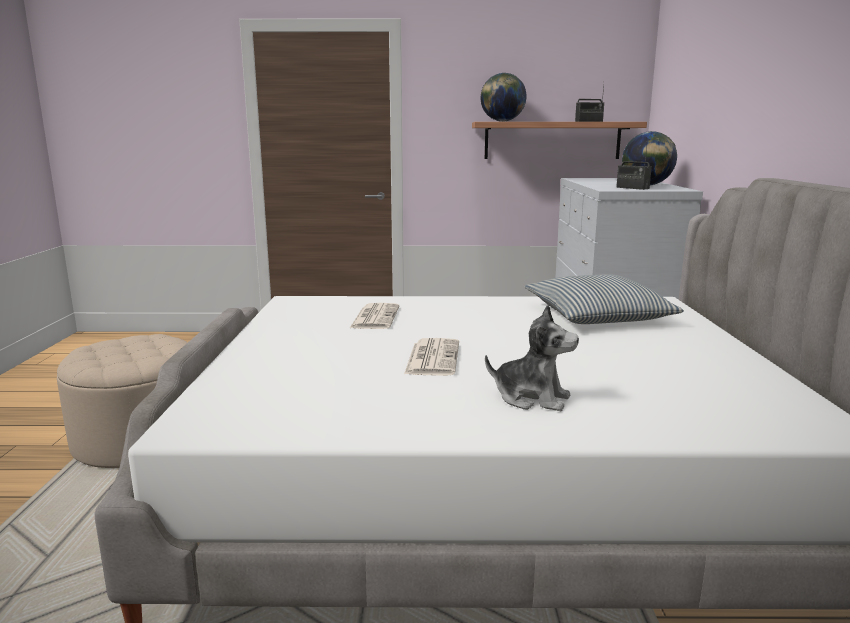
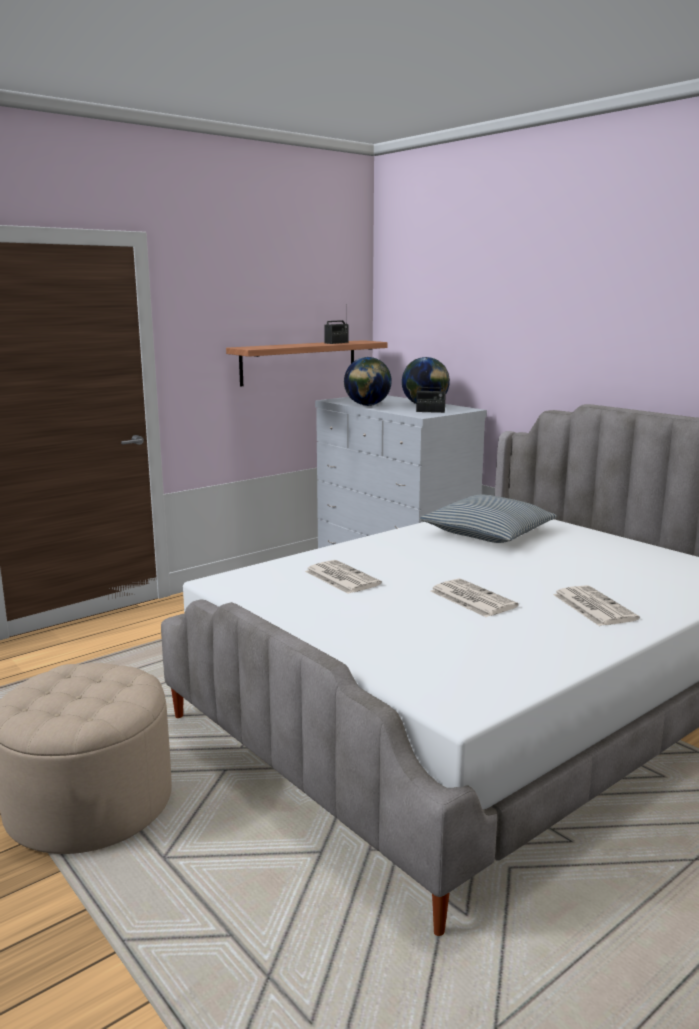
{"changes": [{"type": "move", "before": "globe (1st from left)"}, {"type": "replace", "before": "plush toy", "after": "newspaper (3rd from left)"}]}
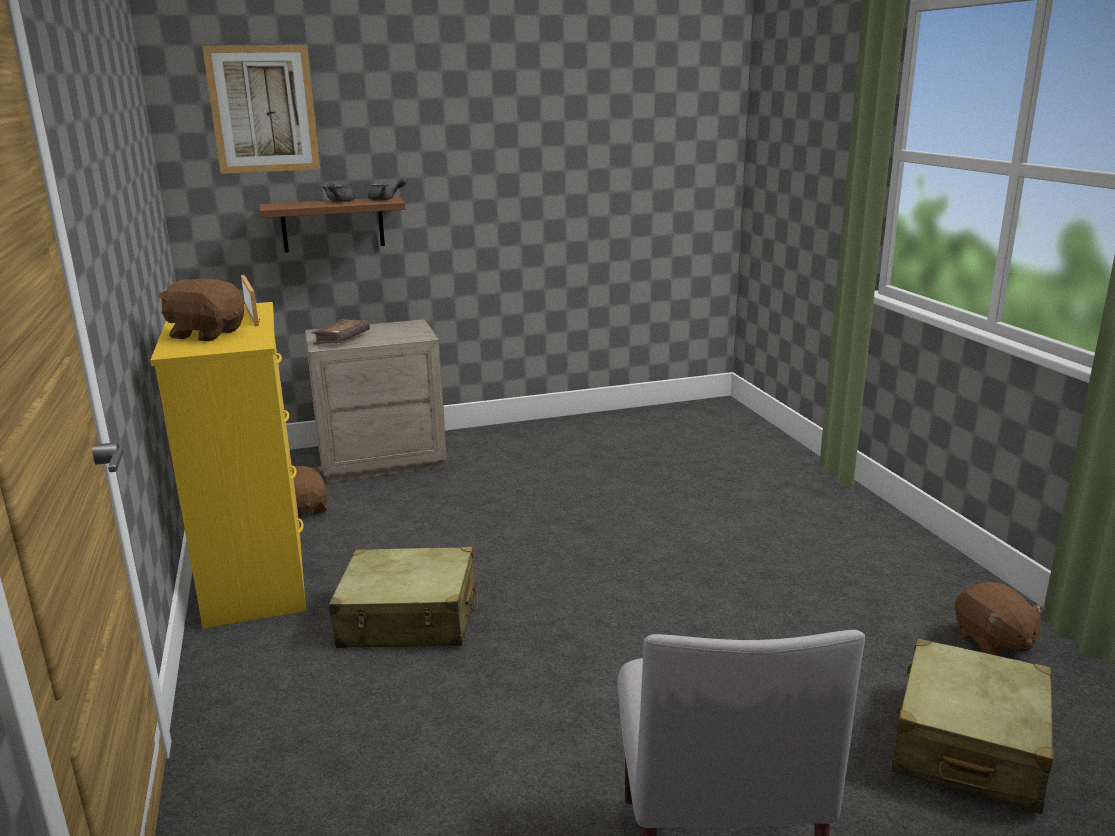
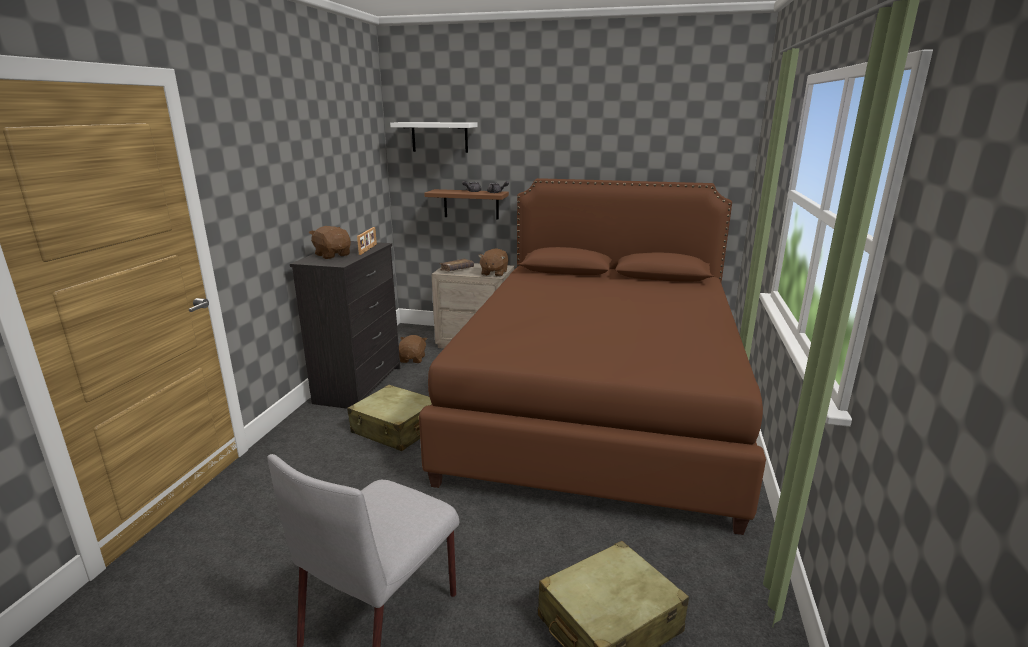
{"changes": [{"type": "insert", "after": "brown bed"}, {"type": "move", "before": "brown plush toy (3rd from left)"}, {"type": "replace", "before": "picture", "after": "white shelf"}, {"type": "recolor", "before": "yellow dresser", "after": "black dresser"}]}
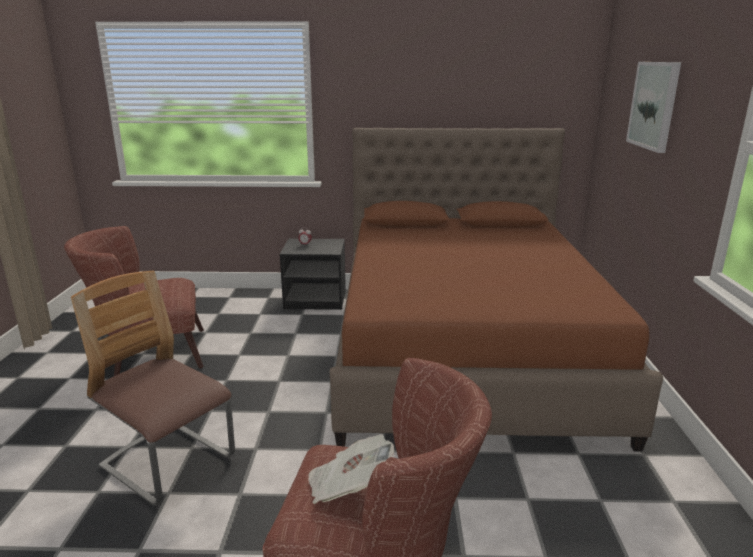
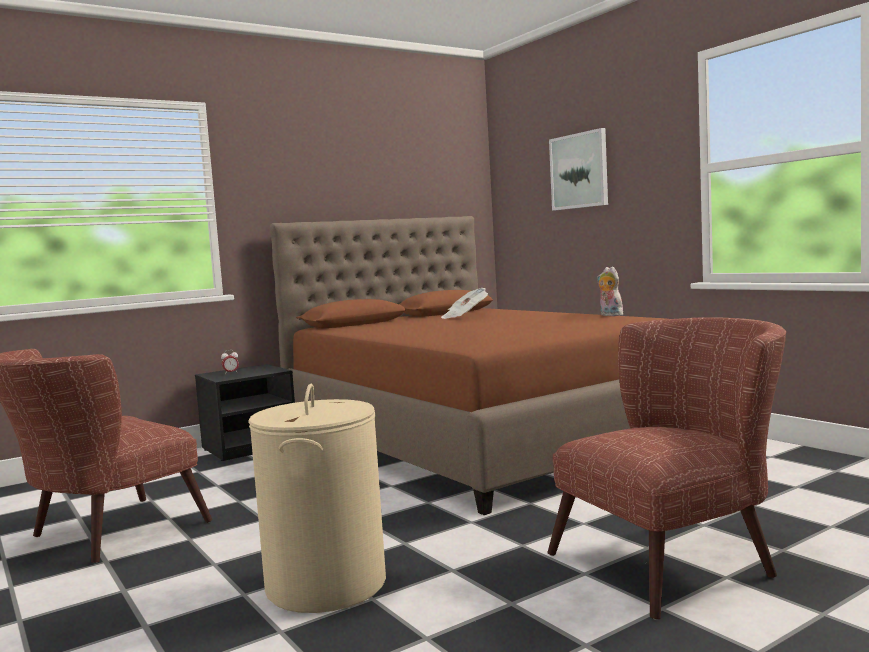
{"changes": [{"type": "insert", "after": "plush toy"}, {"type": "move", "before": "newspaper"}, {"type": "replace", "before": "chair", "after": "beige laundry basket"}]}
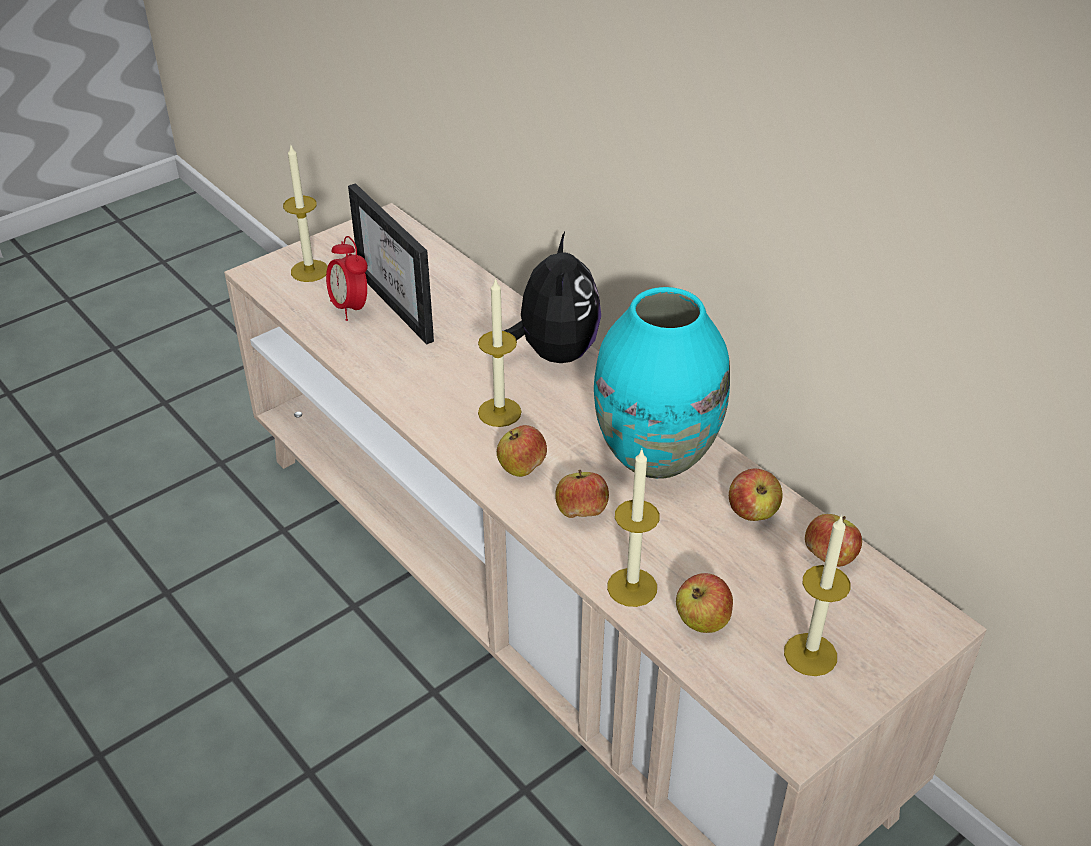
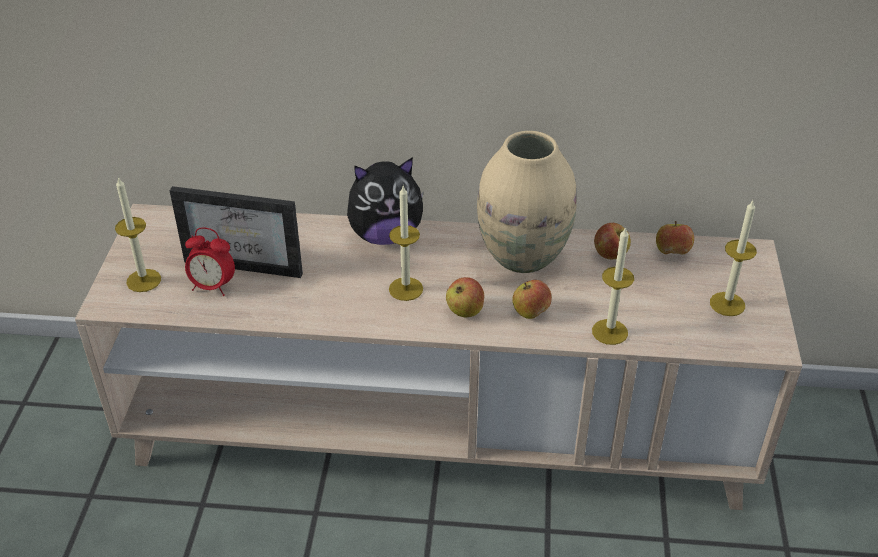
{"changes": [{"type": "delete", "before": "apple (3rd from left)"}, {"type": "recolor", "before": "turquoise vase", "after": "beige vase"}, {"type": "rotate", "before": "plush toy", "turn": 120}]}
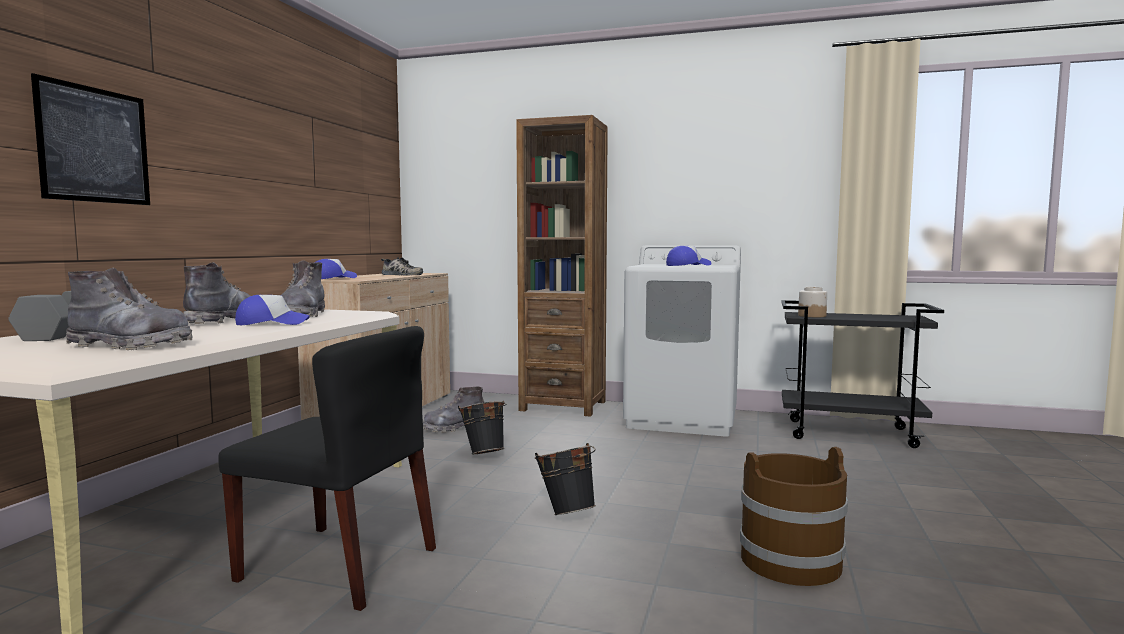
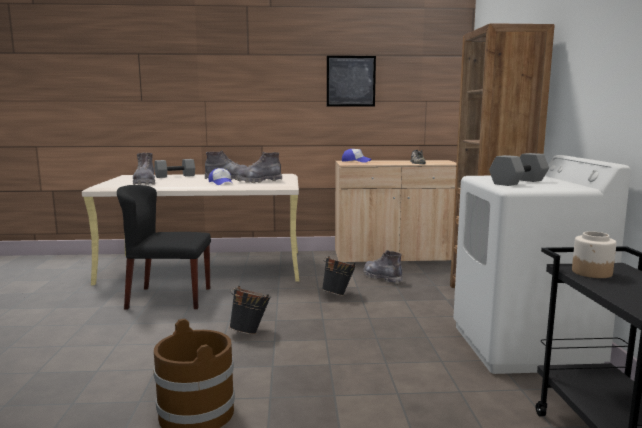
{"changes": [{"type": "move", "before": "picture"}, {"type": "replace", "before": "cap (3rd from left)", "after": "grey dumbbell (2nd from left)"}, {"type": "rotate", "before": "black chair", "turn": 90}]}
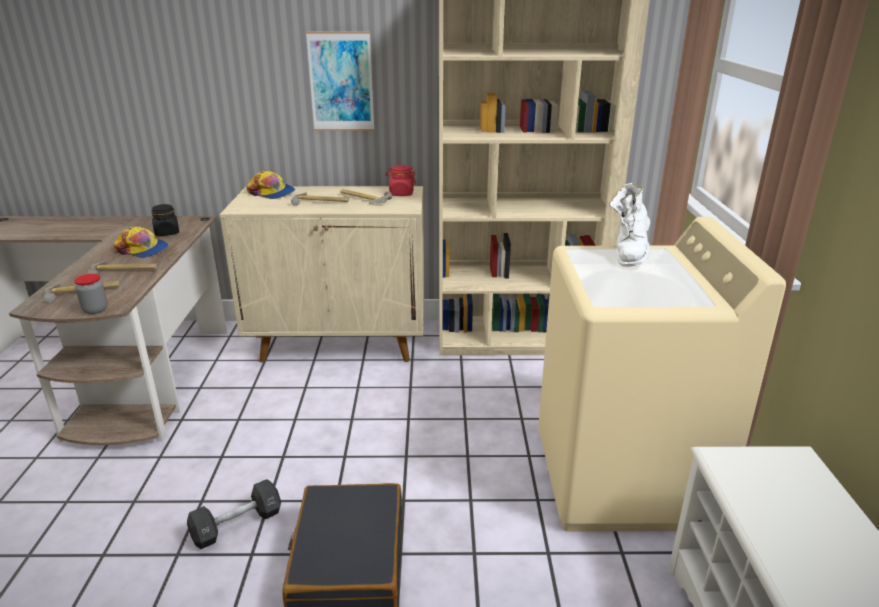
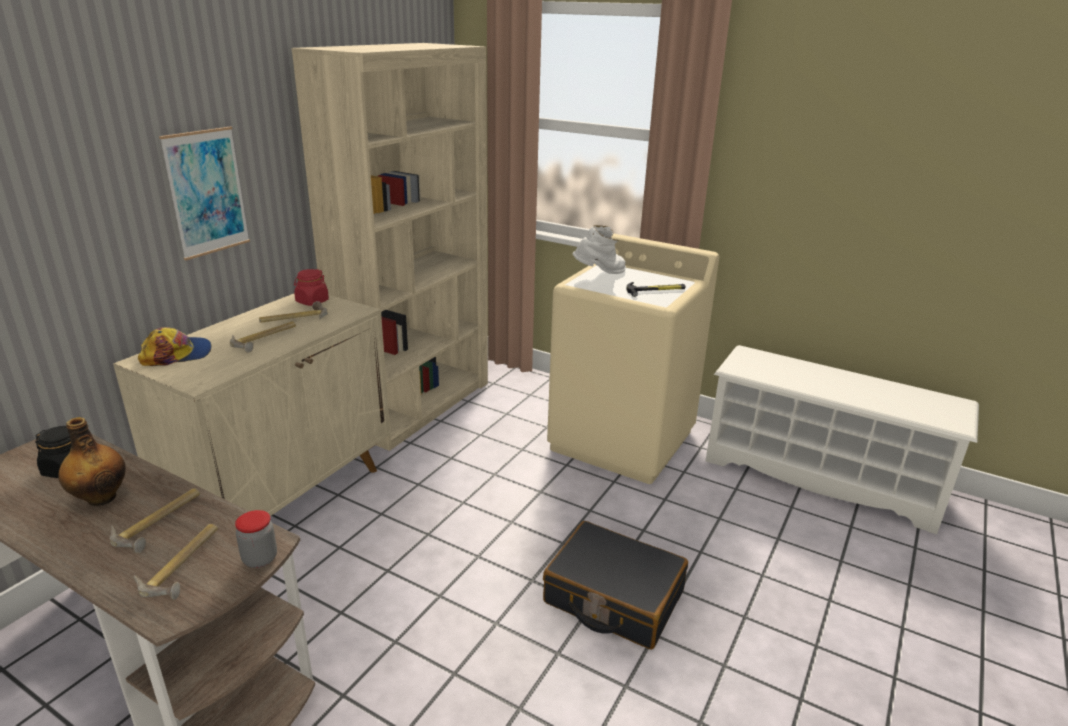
{"changes": [{"type": "delete", "before": "black dumbbell"}, {"type": "insert", "after": "hammer (5th from left)"}, {"type": "replace", "before": "cap (1st from left)", "after": "bottle"}, {"type": "rotate", "before": "white boot", "turn": -75}]}
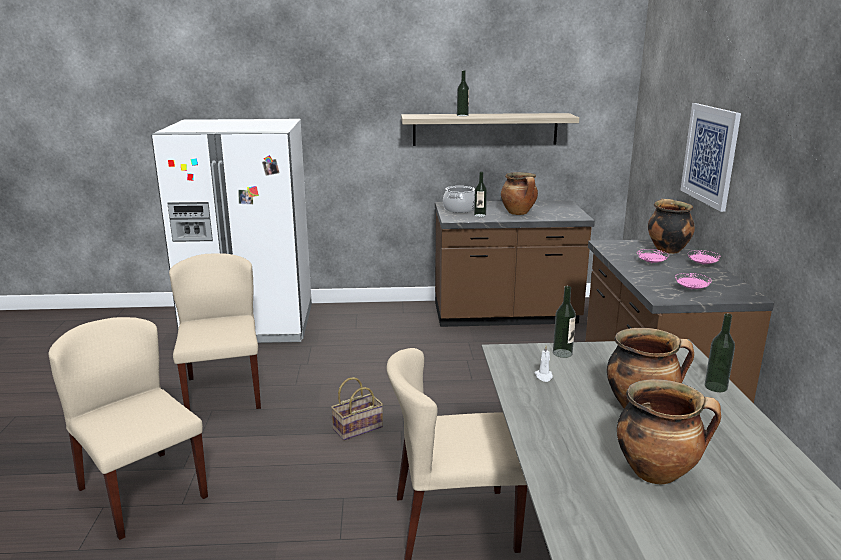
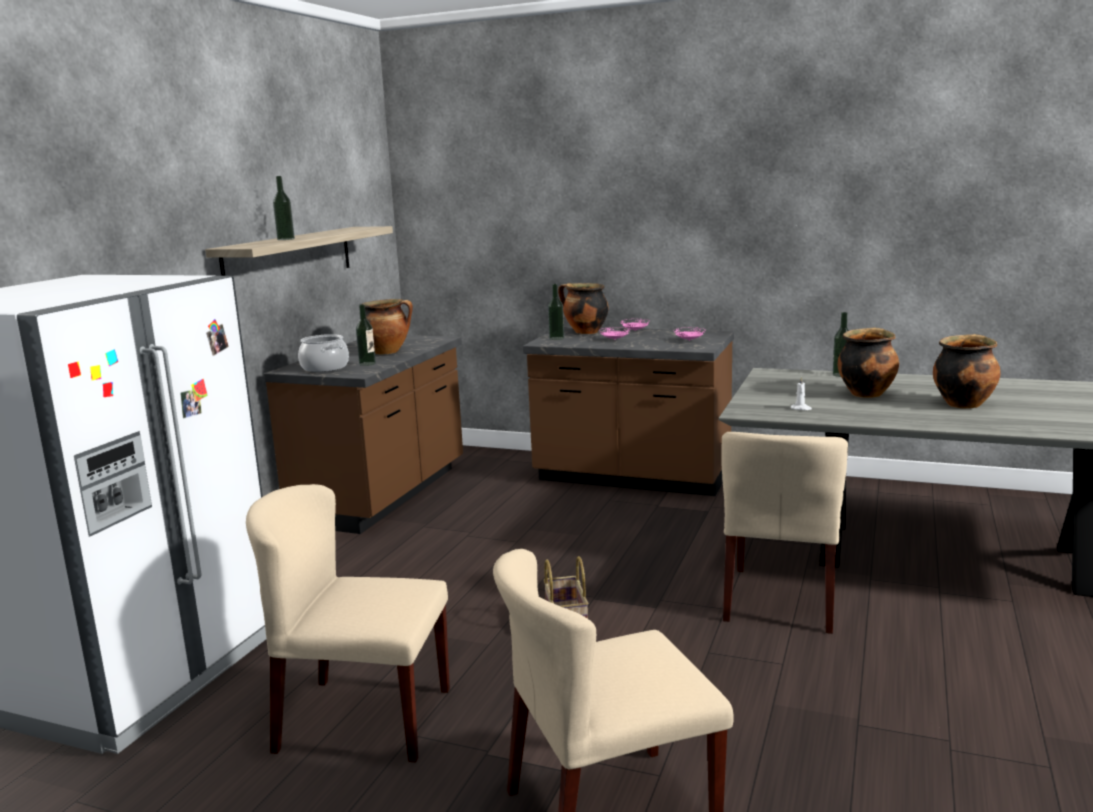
{"changes": [{"type": "delete", "before": "picture"}, {"type": "move", "before": "bottle (3rd from left)"}]}
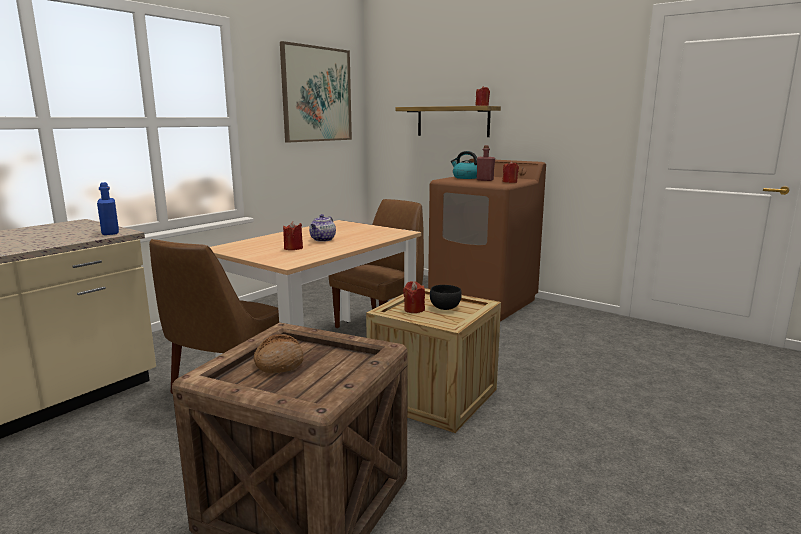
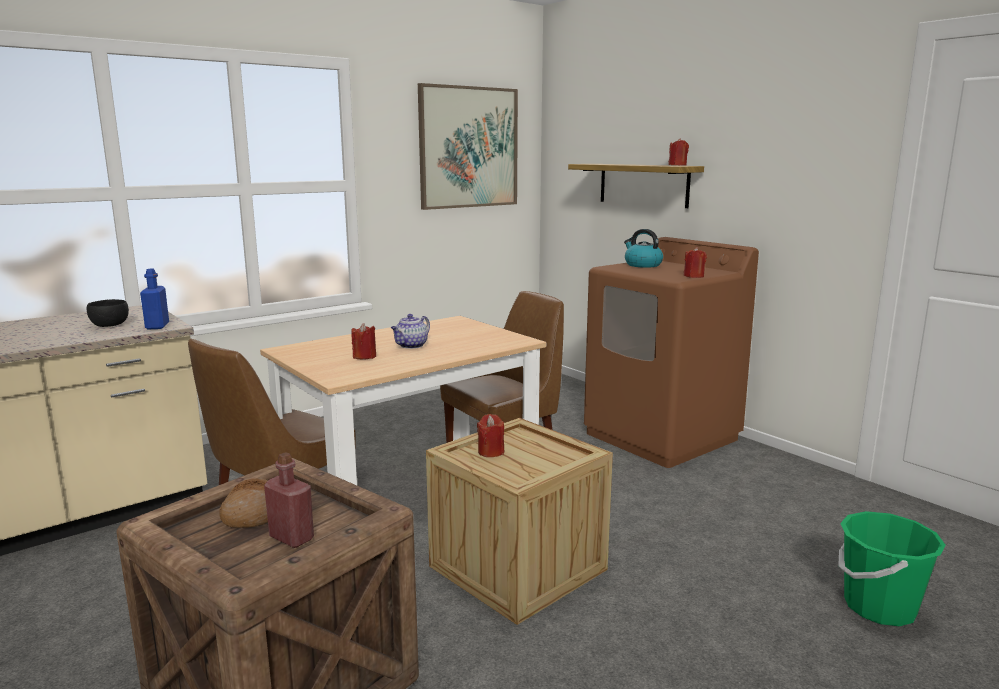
{"changes": [{"type": "insert", "after": "green bucket"}, {"type": "move", "before": "black bowl"}, {"type": "move", "before": "red bottle"}]}
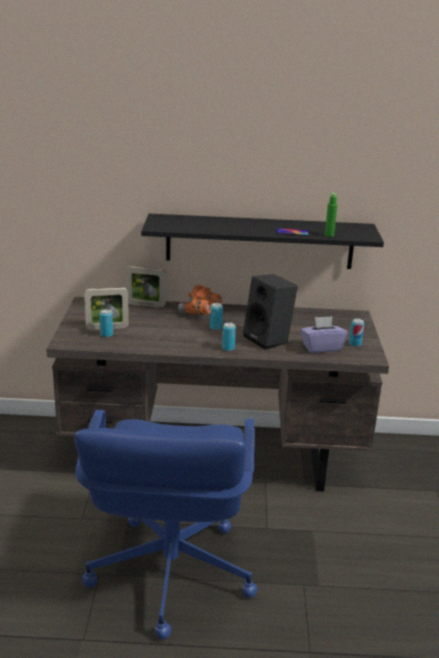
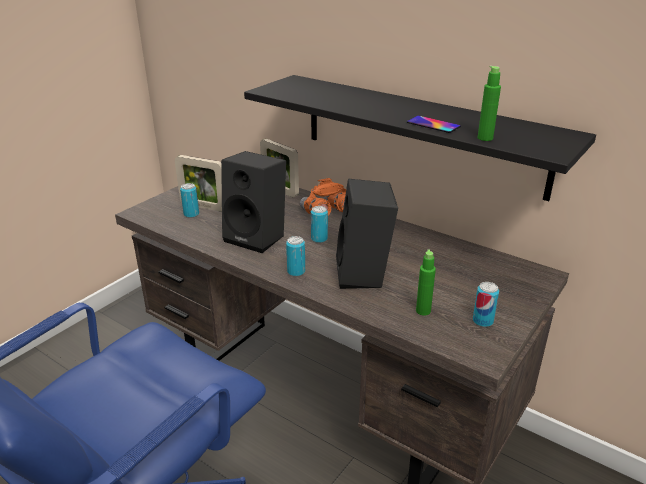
{"changes": [{"type": "insert", "after": "black speaker (1st from left)"}, {"type": "replace", "before": "purple tissue box", "after": "green bottle (1st from left)"}]}
